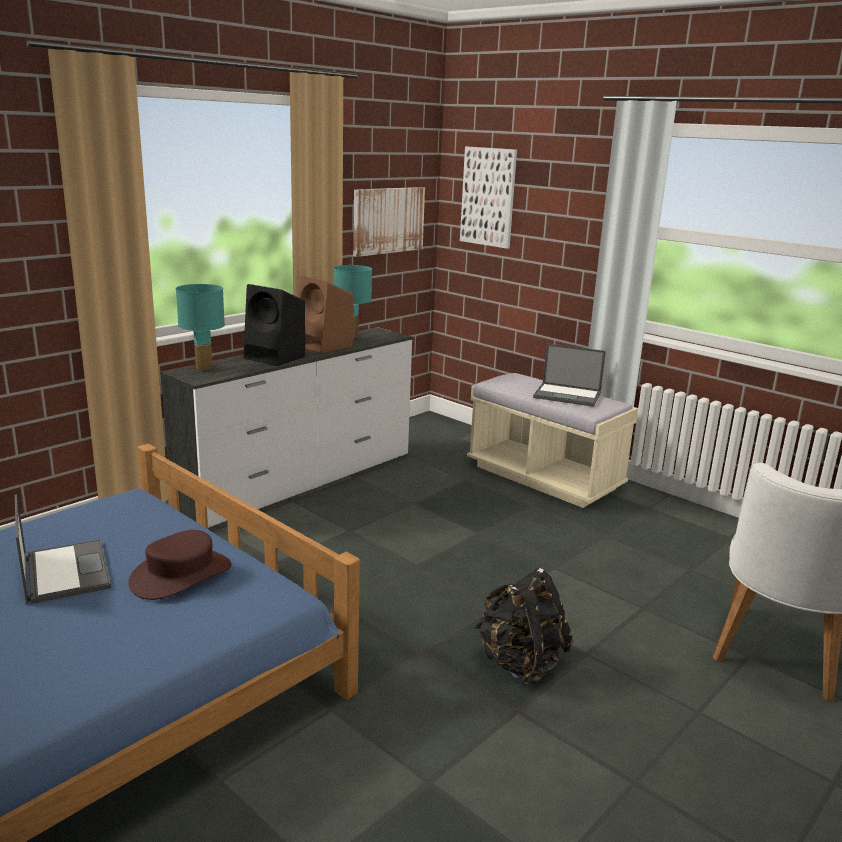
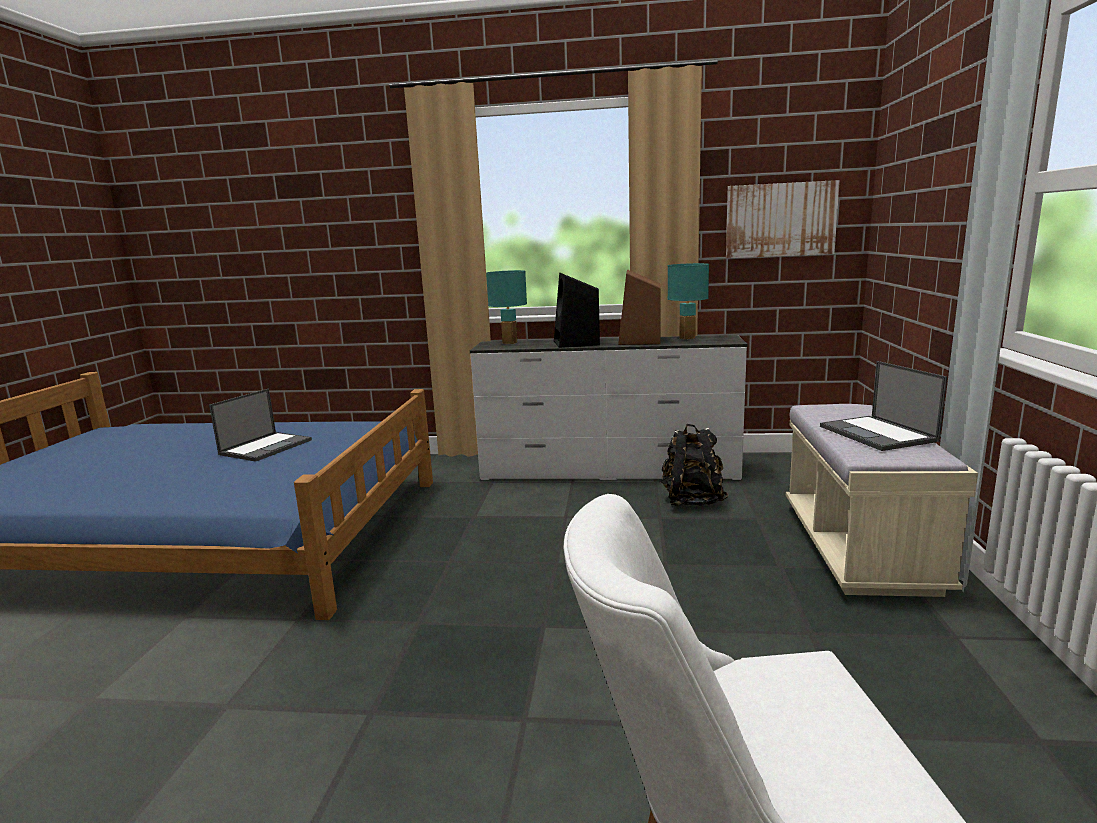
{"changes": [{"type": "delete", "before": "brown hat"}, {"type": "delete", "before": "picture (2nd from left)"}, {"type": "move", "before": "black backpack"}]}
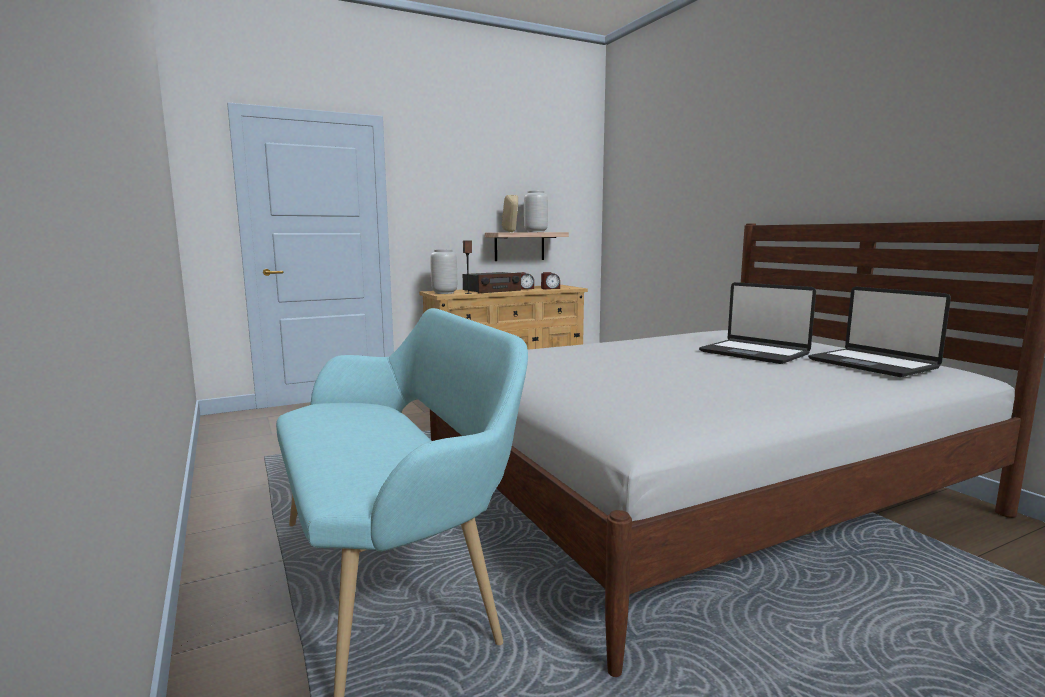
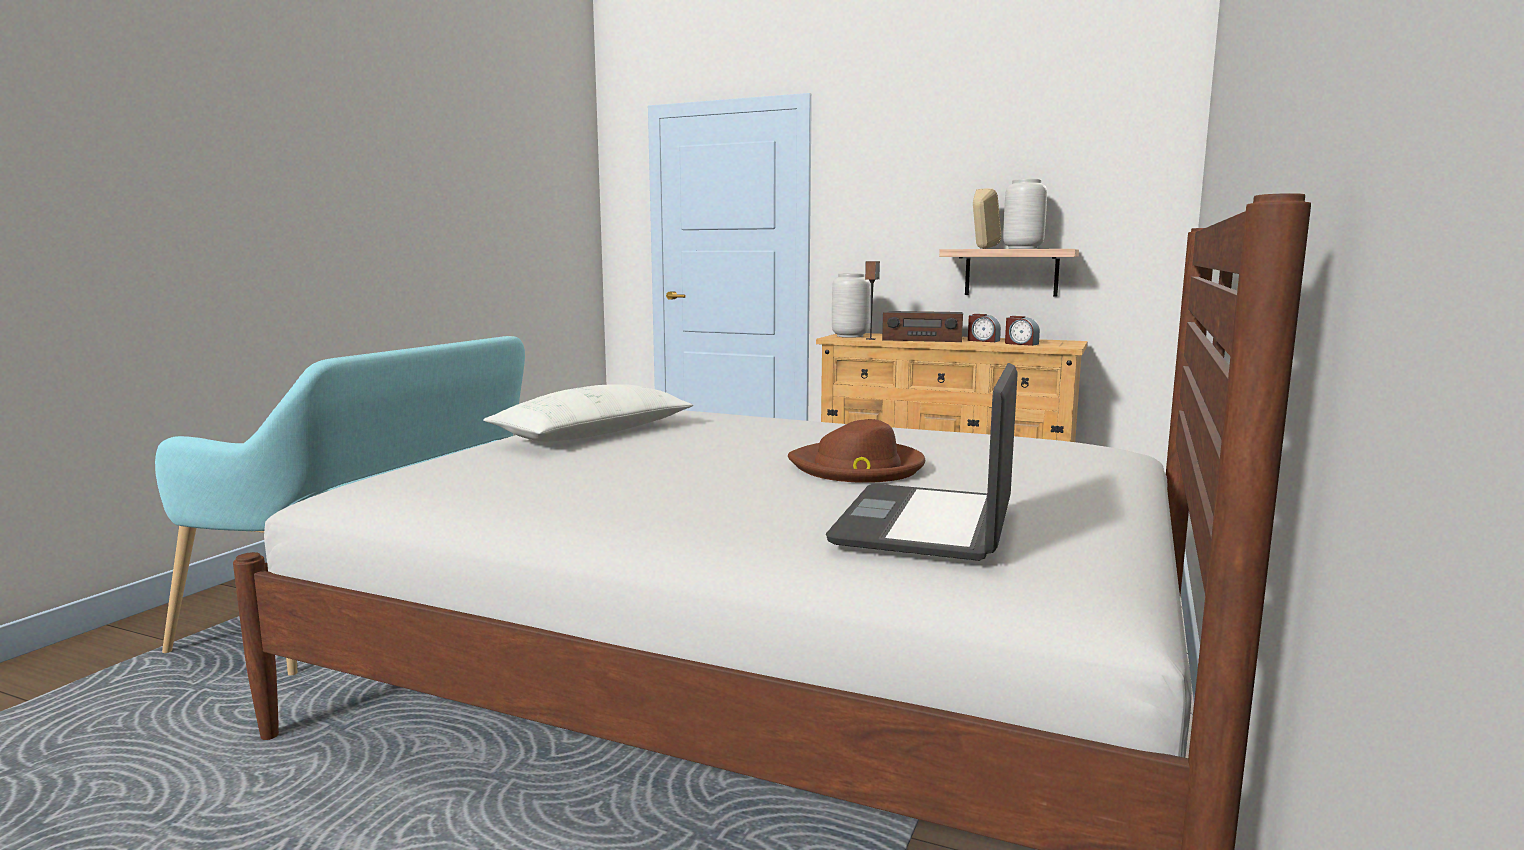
{"changes": [{"type": "insert", "after": "white pillow"}, {"type": "replace", "before": "laptop (1st from left)", "after": "brown hat"}]}
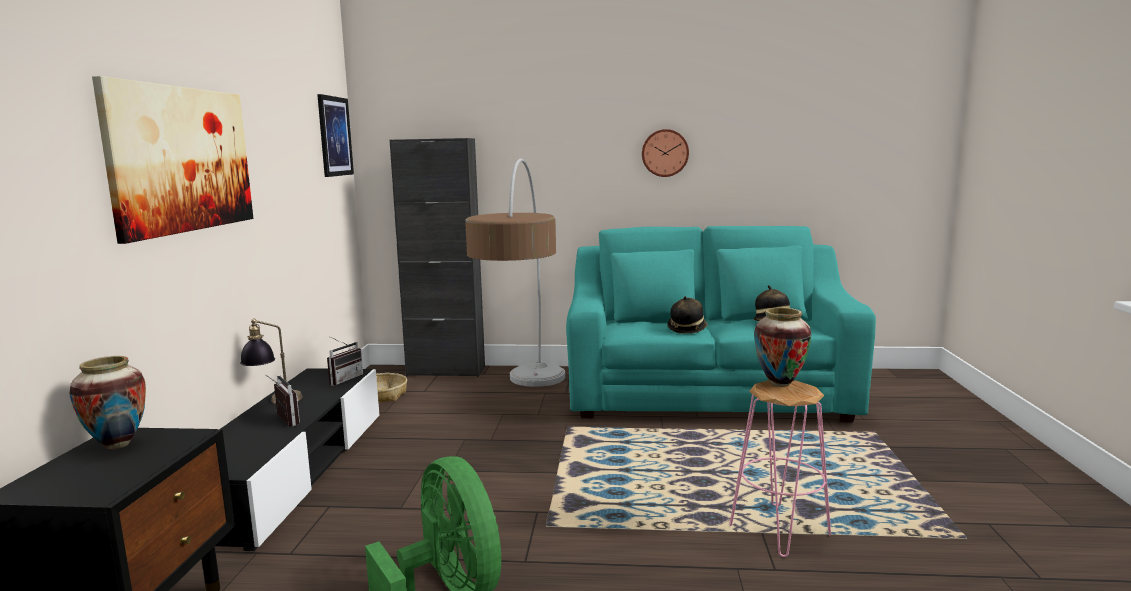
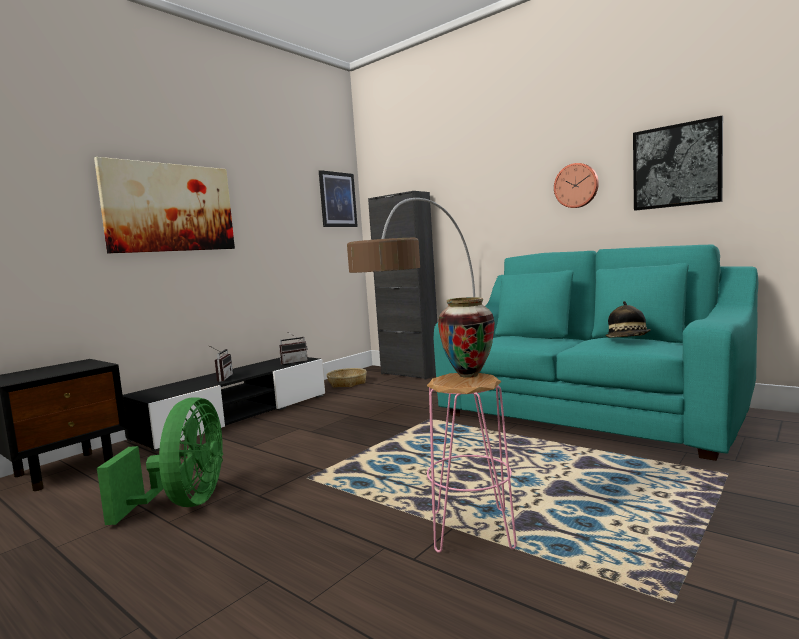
{"changes": [{"type": "delete", "before": "vase (1st from left)"}, {"type": "delete", "before": "table lamp"}, {"type": "delete", "before": "hat (1st from left)"}, {"type": "insert", "after": "picture (3rd from left)"}]}
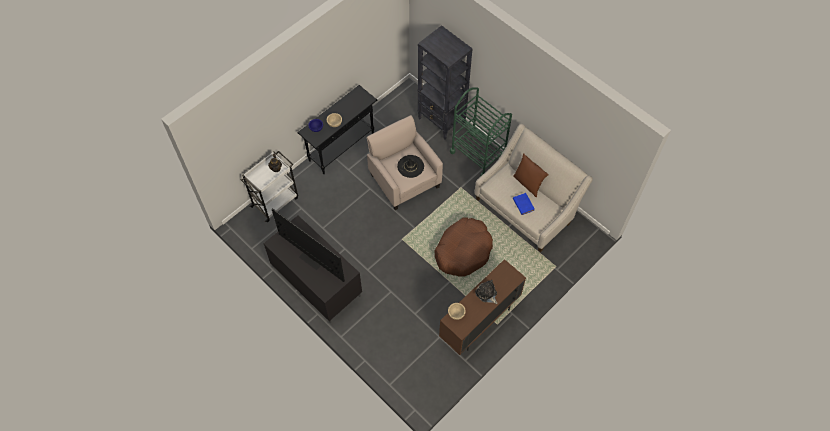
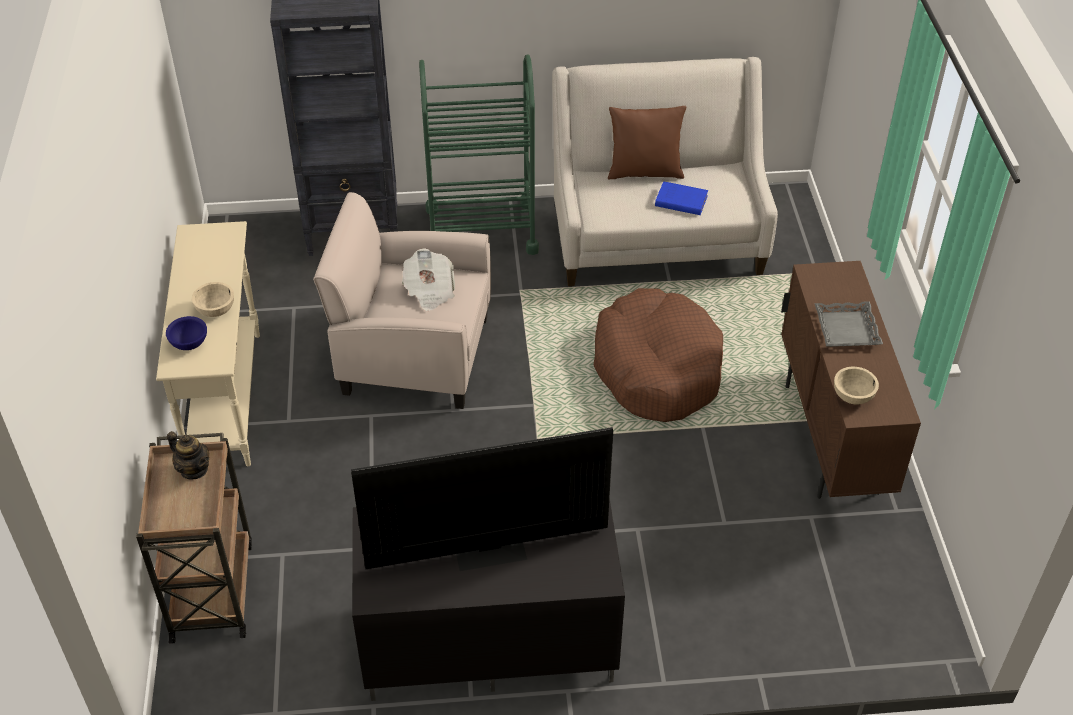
{"changes": [{"type": "replace", "before": "black hat", "after": "newspaper"}, {"type": "replace", "before": "plush toy", "after": "grey tray"}, {"type": "recolor", "before": "white cart", "after": "brown cart"}, {"type": "recolor", "before": "black console table", "after": "beige console table"}]}
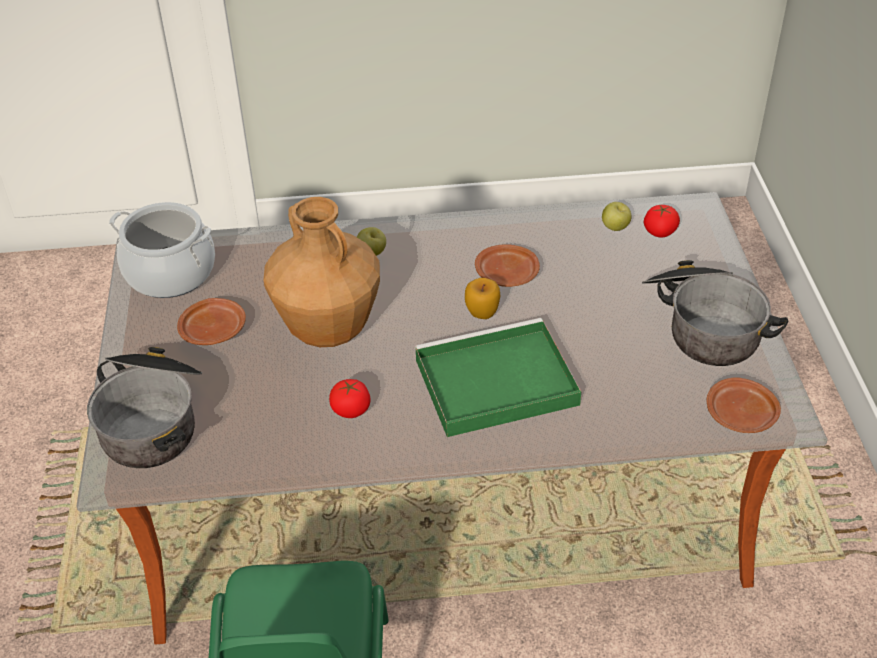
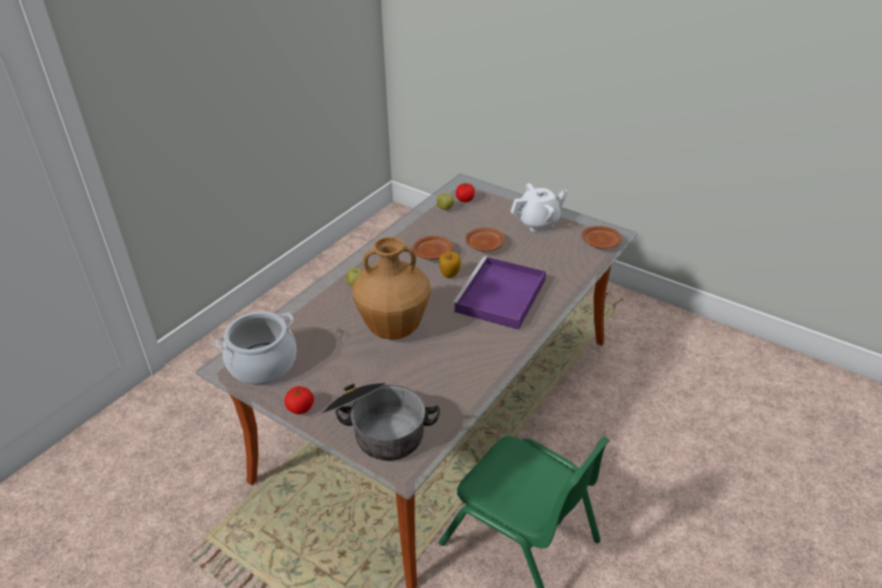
{"changes": [{"type": "move", "before": "brown plate (1st from left in the first image)", "after": "brown plate (2nd from left)"}, {"type": "move", "before": "tomato (1st from left)"}, {"type": "replace", "before": "cooking pot (3rd from left)", "after": "white teapot"}, {"type": "recolor", "before": "green tray", "after": "purple tray"}]}
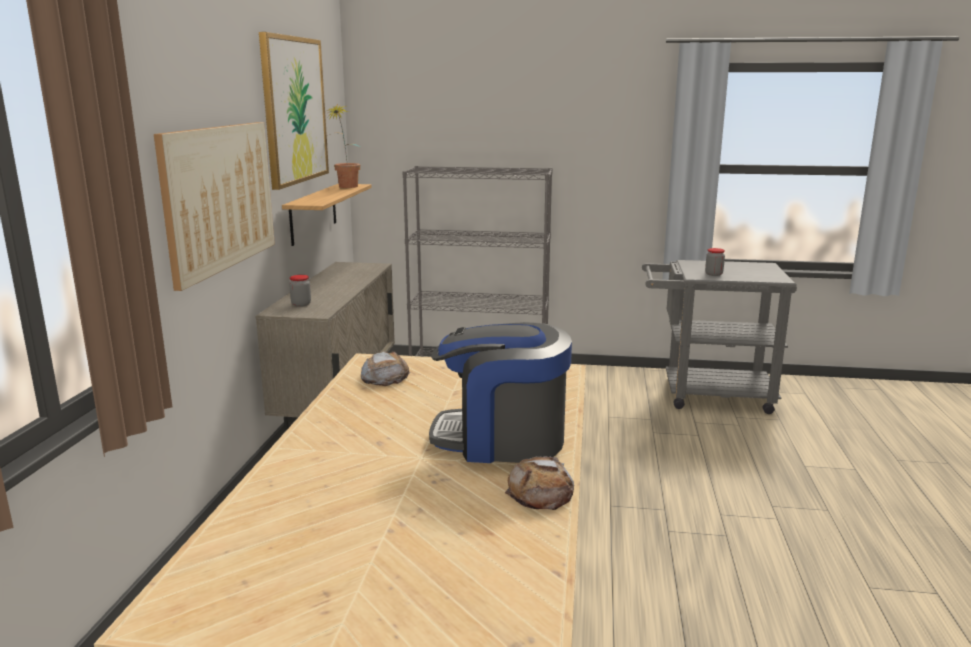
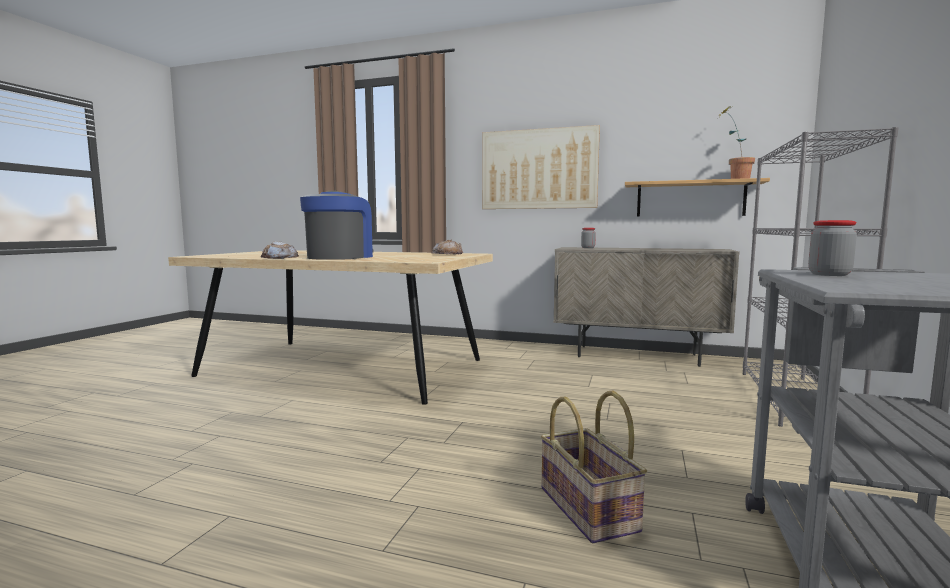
{"changes": [{"type": "delete", "before": "picture (2nd from left)"}, {"type": "insert", "after": "basket"}]}
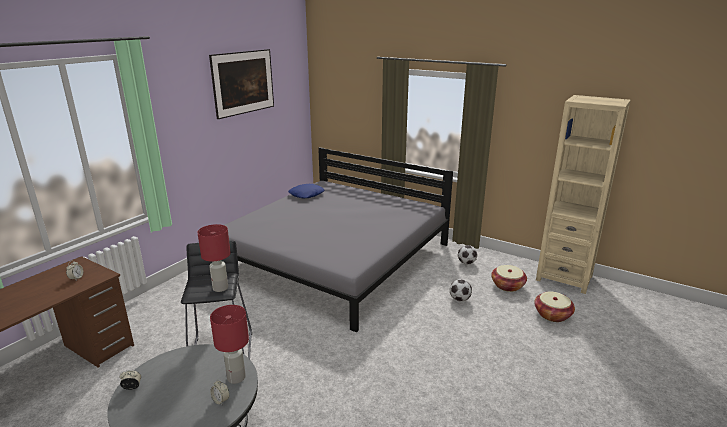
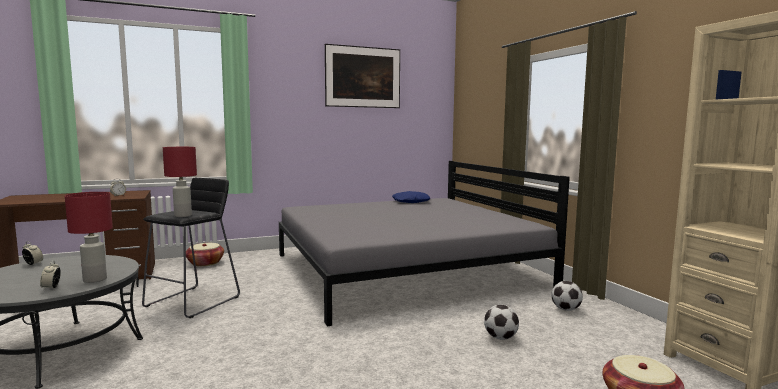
{"changes": [{"type": "move", "before": "basket (1st from left)"}]}
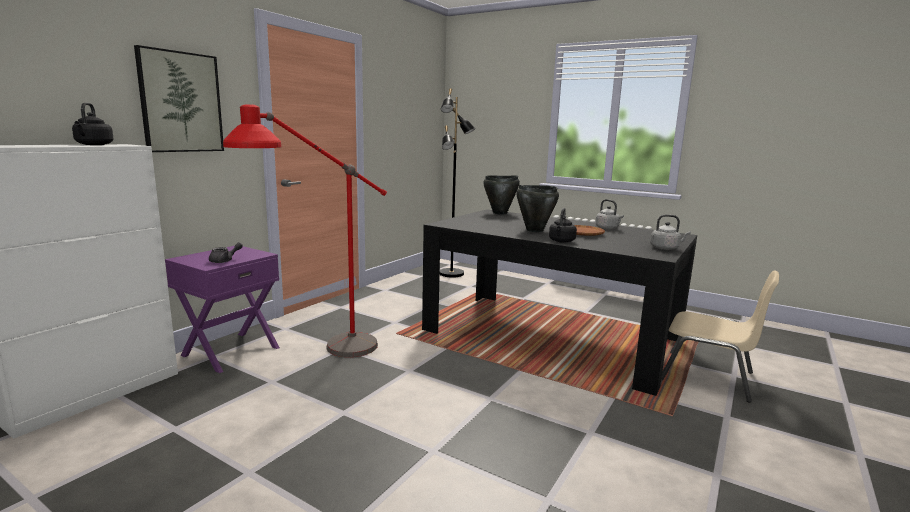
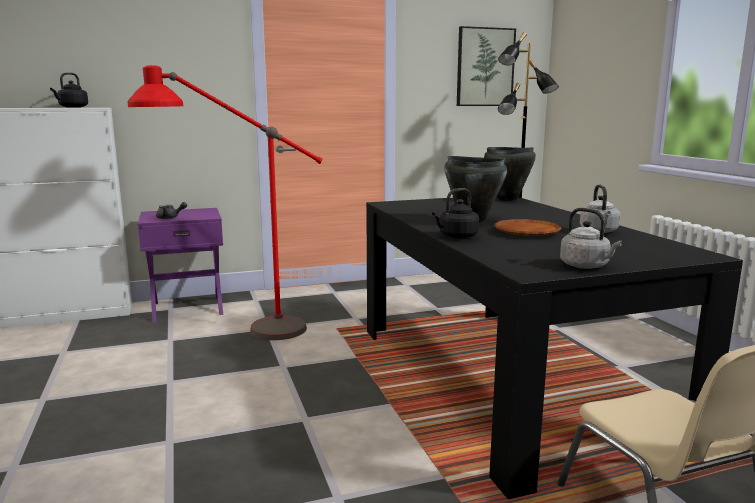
{"changes": [{"type": "move", "before": "picture"}]}
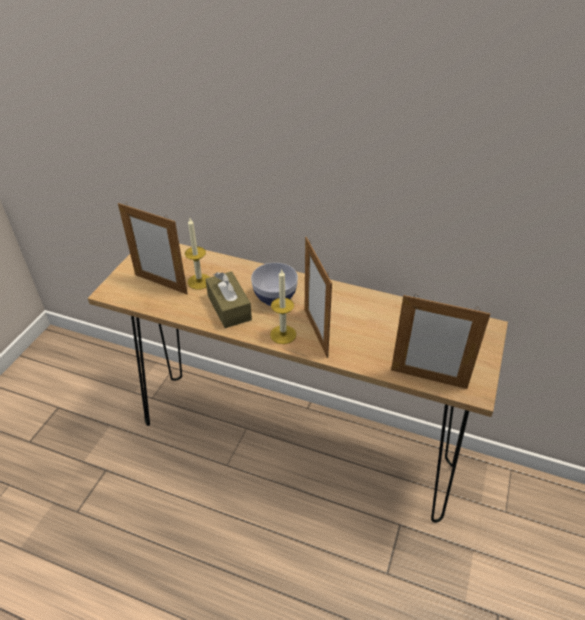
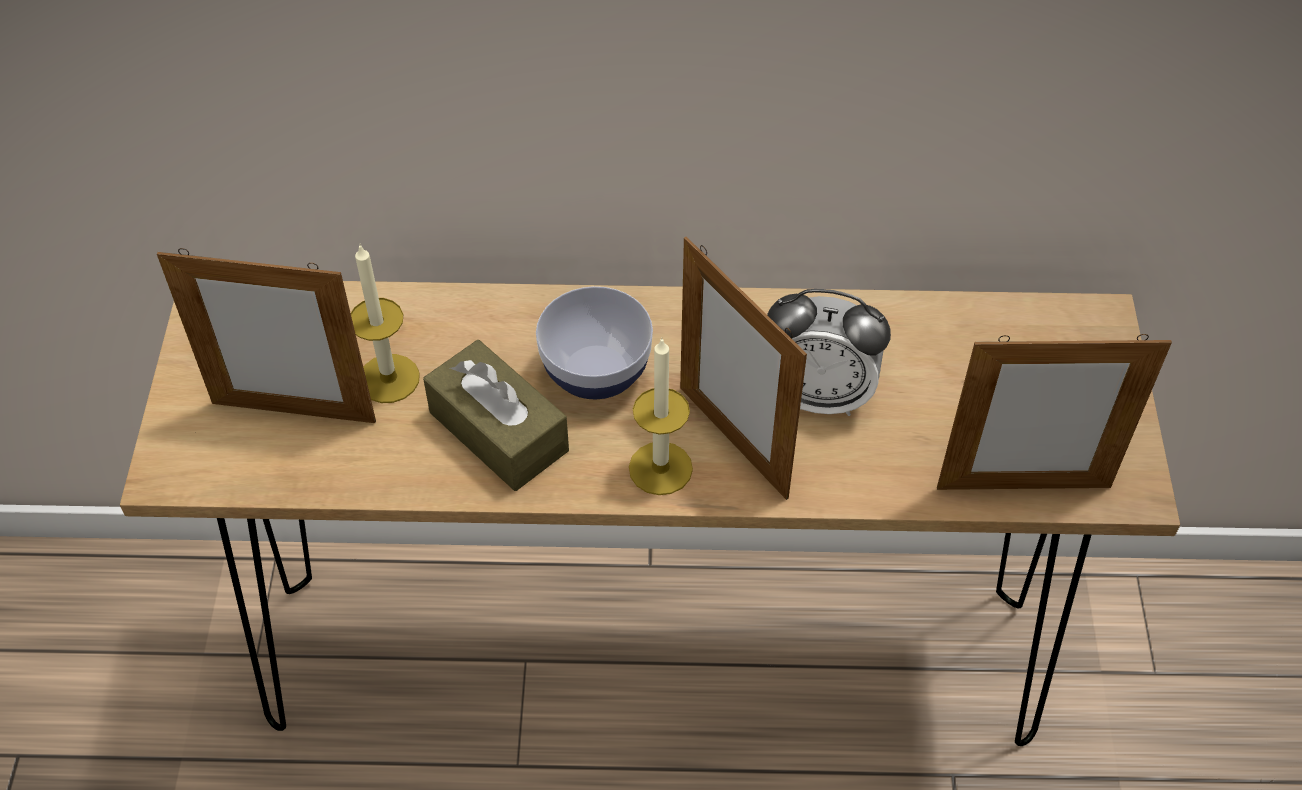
{"changes": [{"type": "insert", "after": "alarm clock"}]}
